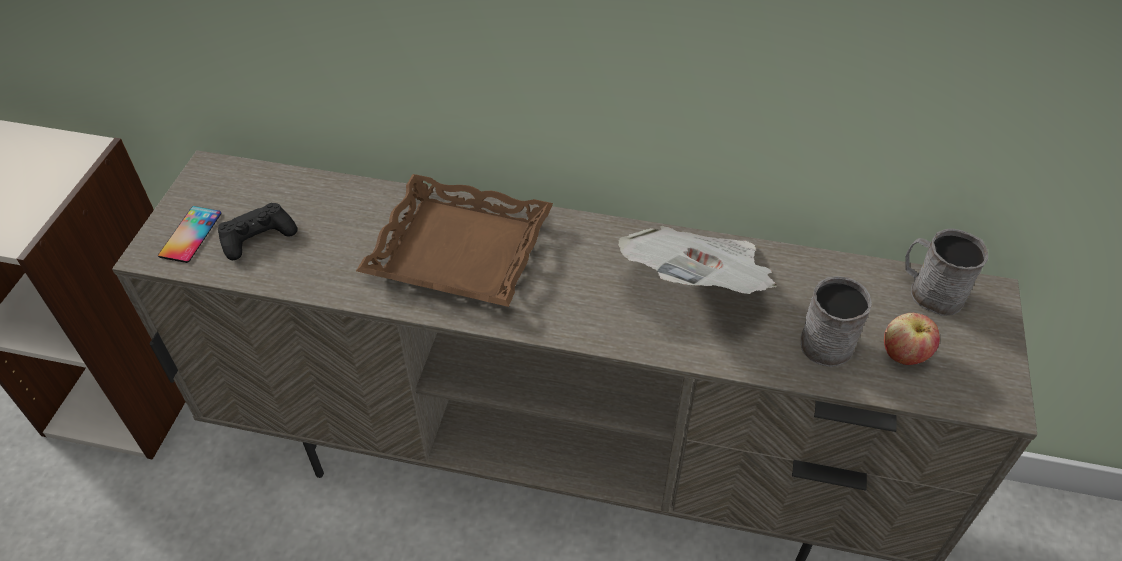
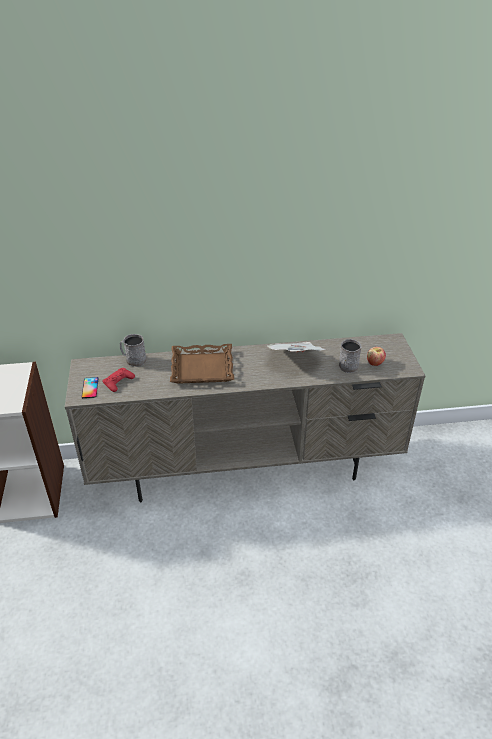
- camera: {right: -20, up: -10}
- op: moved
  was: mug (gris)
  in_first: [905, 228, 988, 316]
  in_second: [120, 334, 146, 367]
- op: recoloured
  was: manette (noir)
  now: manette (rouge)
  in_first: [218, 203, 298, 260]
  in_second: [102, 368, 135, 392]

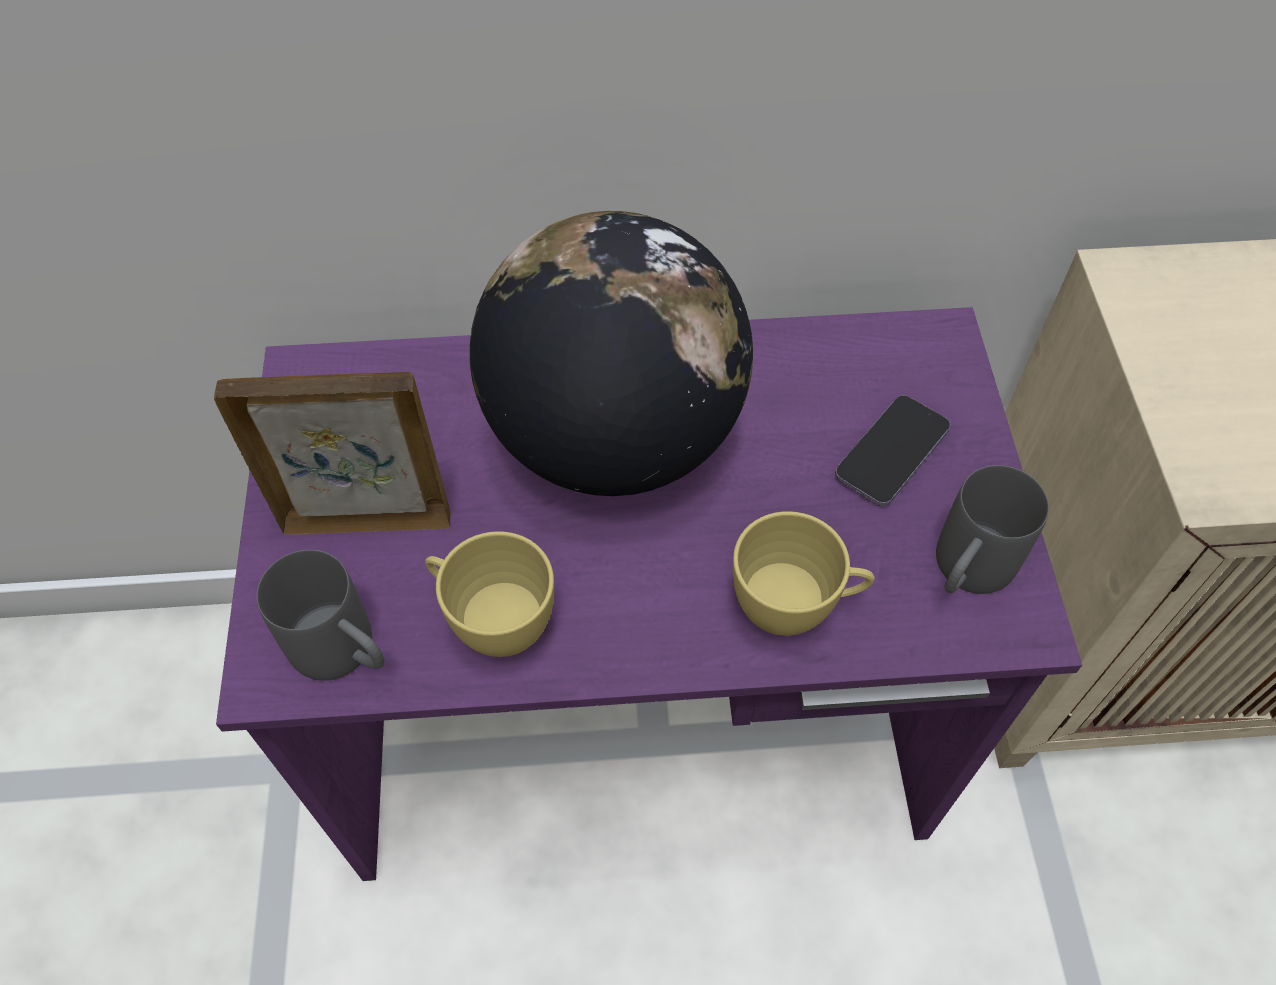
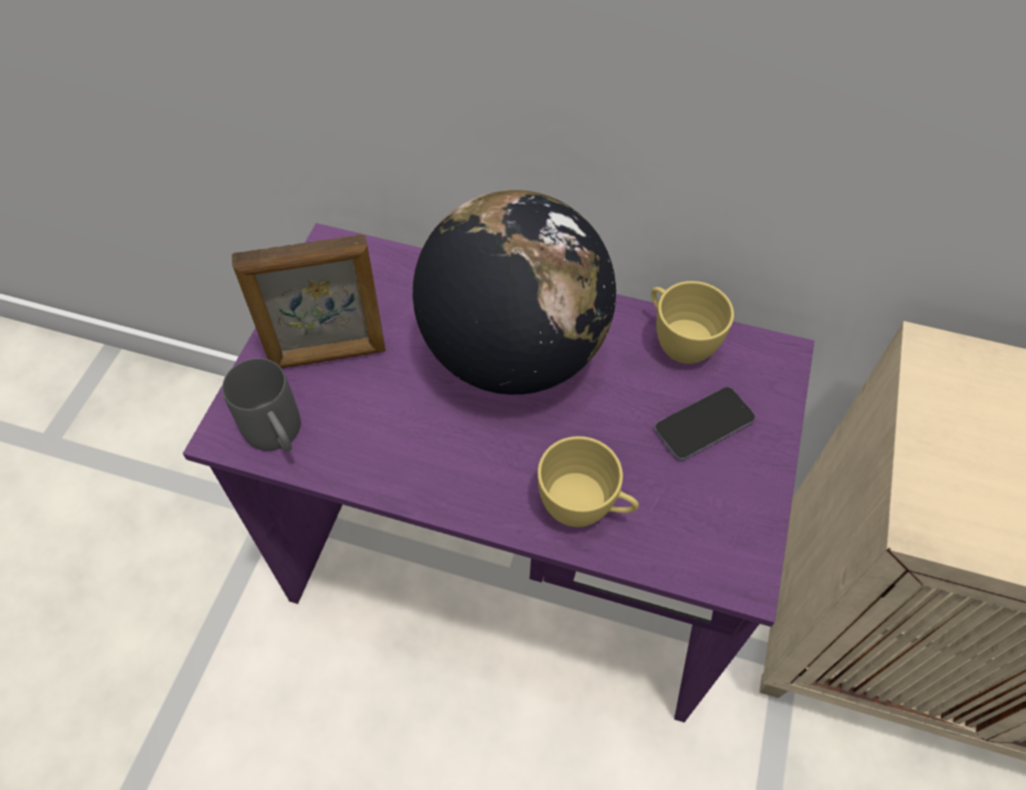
- camera: {right: 20, up: 0}
- op: removed
  was: mug (gris)
  in_first: [936, 465, 1049, 594]
- op: moved
  was: tasse (jaune)
  in_first: [425, 531, 554, 657]
  in_second: [651, 281, 734, 364]
- op: turned
  was: cadre photo
  in_first: [214, 372, 450, 535]
  in_second: [232, 234, 386, 368]
  clockwise: 150

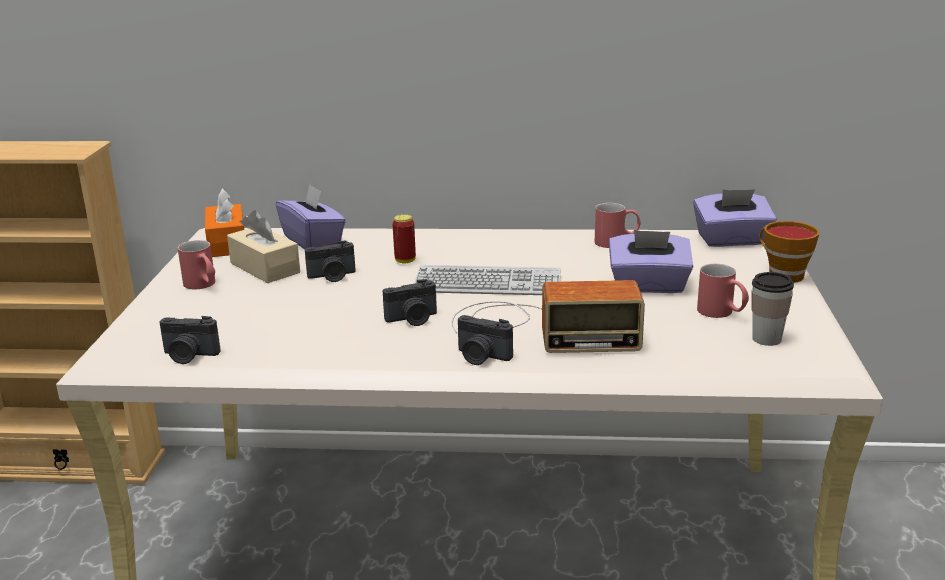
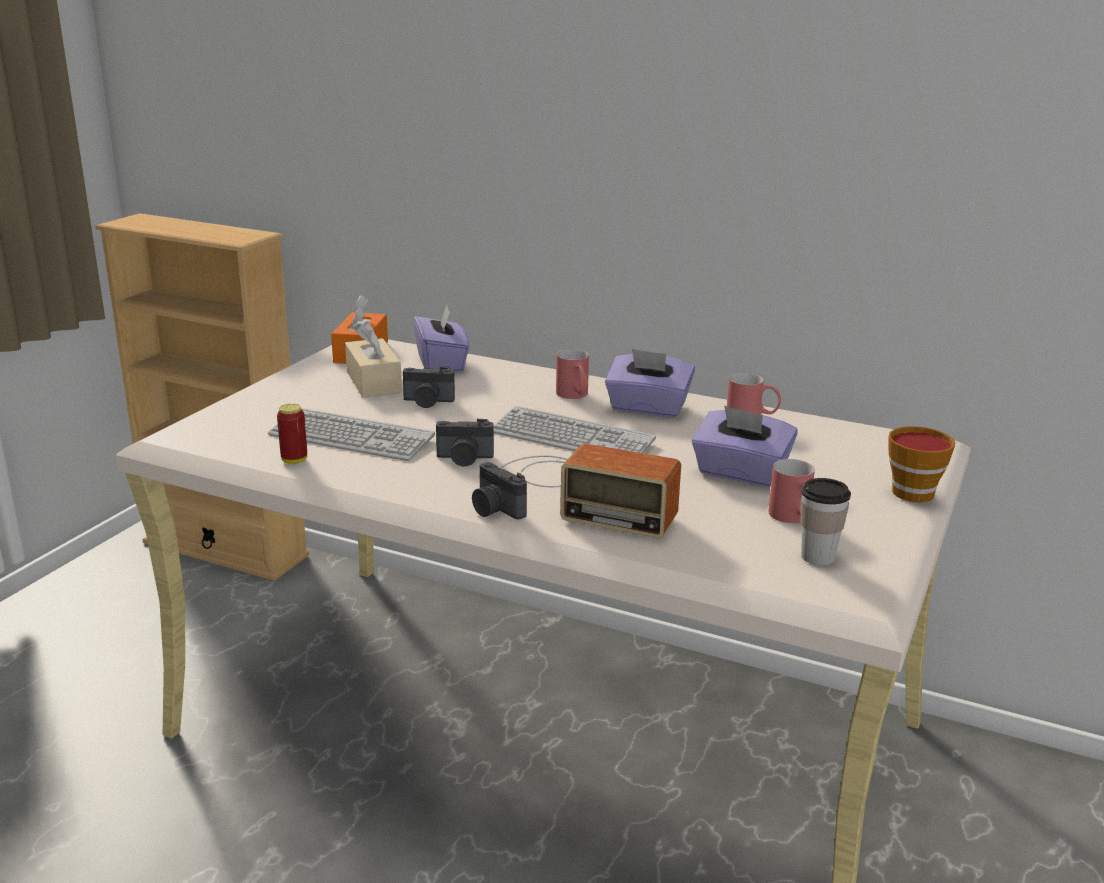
- camera: {right: 20, up: 0}
- op: removed
  was: appareil photo
  in_first: [160, 316, 221, 364]
- op: added
  now: clavier
  in_second: [268, 408, 435, 461]
- op: moved
  was: mug (rouge)
  in_first: [178, 240, 215, 289]
  in_second: [556, 349, 589, 399]
- op: moved
  was: boîte métallique
  in_first: [393, 214, 416, 264]
  in_second: [277, 404, 307, 464]
- op: moved
  was: boîte à mouchoirs (violet)
  in_first: [693, 189, 776, 247]
  in_second: [605, 349, 695, 418]

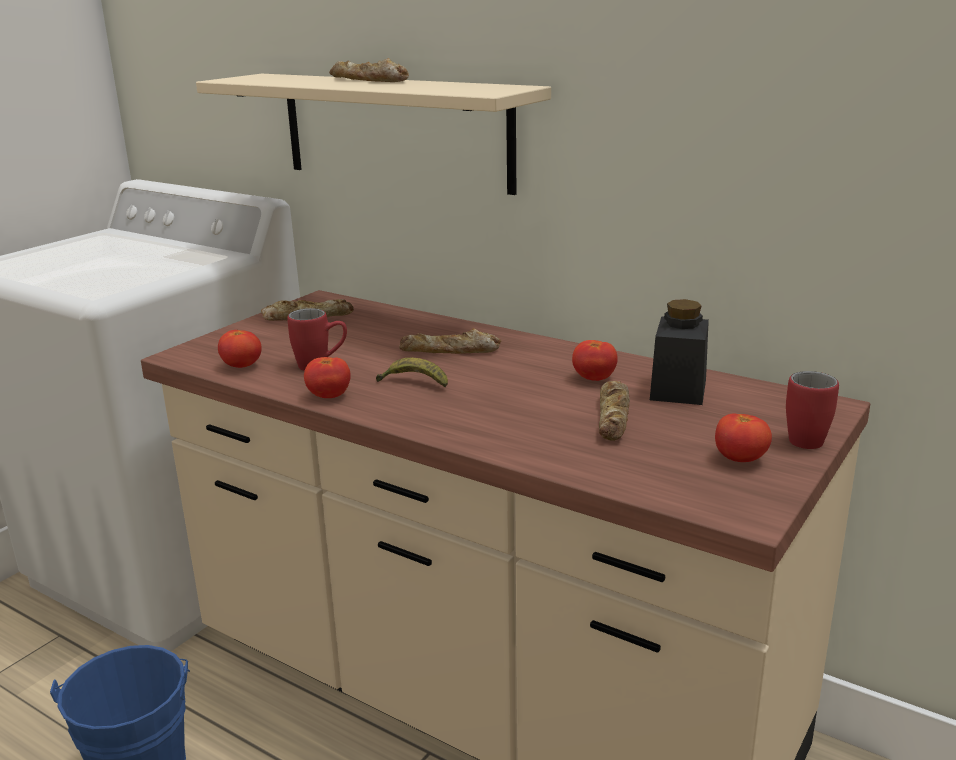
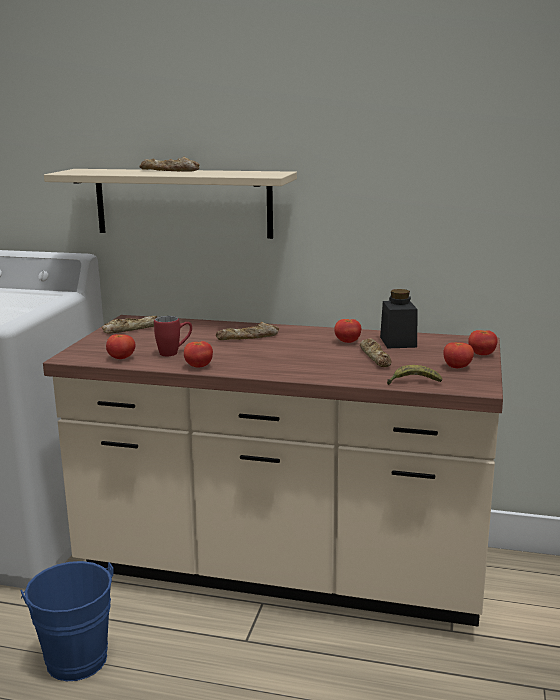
- camera: {right: -20, up: -5}
- op: moved
  was: banane
  in_first: [376, 358, 448, 387]
  in_second: [387, 365, 442, 385]
- op: replaced
  was: mug (rouge)
  now: tomate
  in_first: [786, 371, 839, 449]
  in_second: [468, 330, 498, 355]

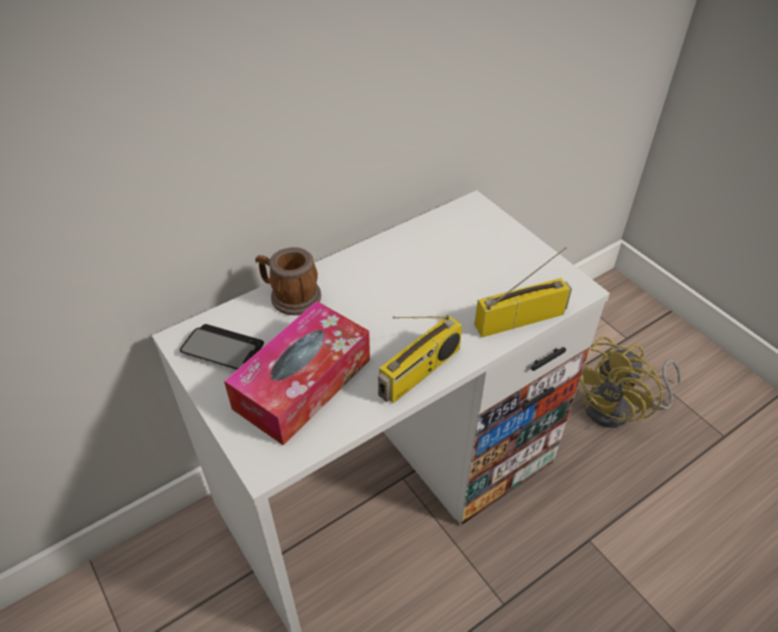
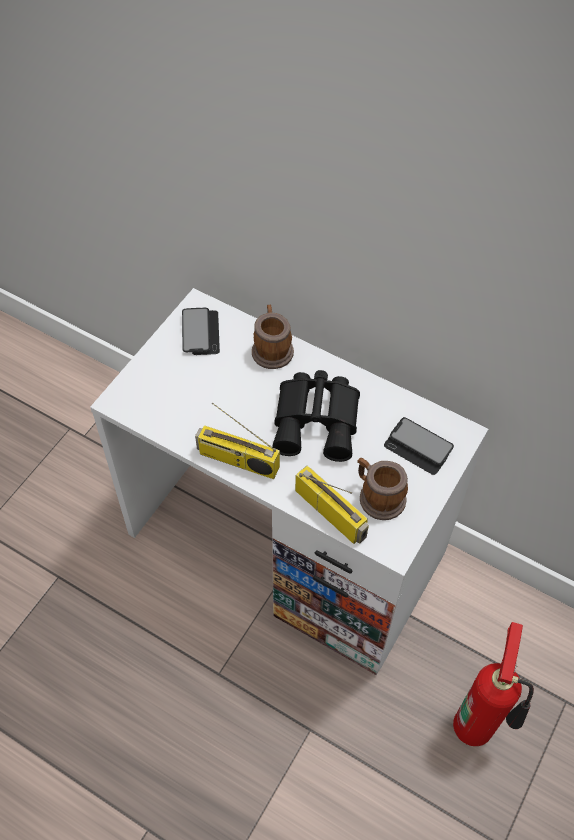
- camera: {right: 65, up: 10}
- op: removed
  was: boîte à mouchoirs
  in_first: [224, 301, 370, 446]
- op: added
  now: jumelles (noir)
  in_second: [272, 370, 360, 462]
- op: added
  now: mug
  in_second: [357, 458, 408, 520]
- op: added
  now: téléphone
  in_second: [384, 417, 454, 475]
- op: replaced
  was: ventilateur (jaune)
  now: extincteur
  in_first: [577, 337, 681, 427]
  in_second: [453, 622, 534, 746]

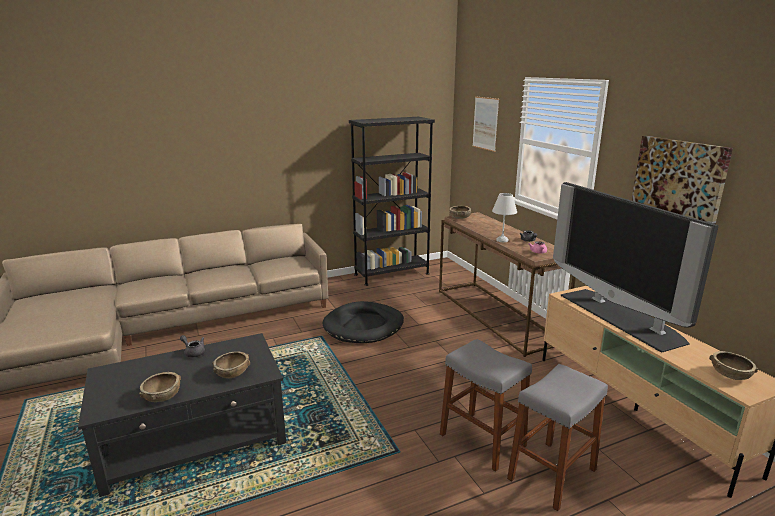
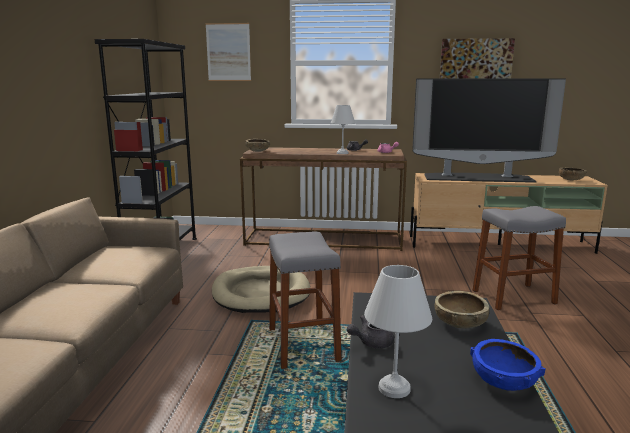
- camera: {right: -60, up: -5}
- op: added
  now: lampe de table (blanc)
  in_second: [364, 265, 432, 398]
- op: moved
  was: tabouret (gris)
  in_first: [507, 364, 608, 511]
  in_second: [269, 232, 341, 369]
- op: recoloured
  was: bol (marron)
  now: bol (bleu)
  in_first: [139, 371, 181, 402]
  in_second: [470, 339, 546, 391]
- op: recoloured
  was: panier pour chien (noir)
  now: panier pour chien (beige)
  in_first: [322, 301, 404, 343]
  in_second: [212, 266, 310, 313]

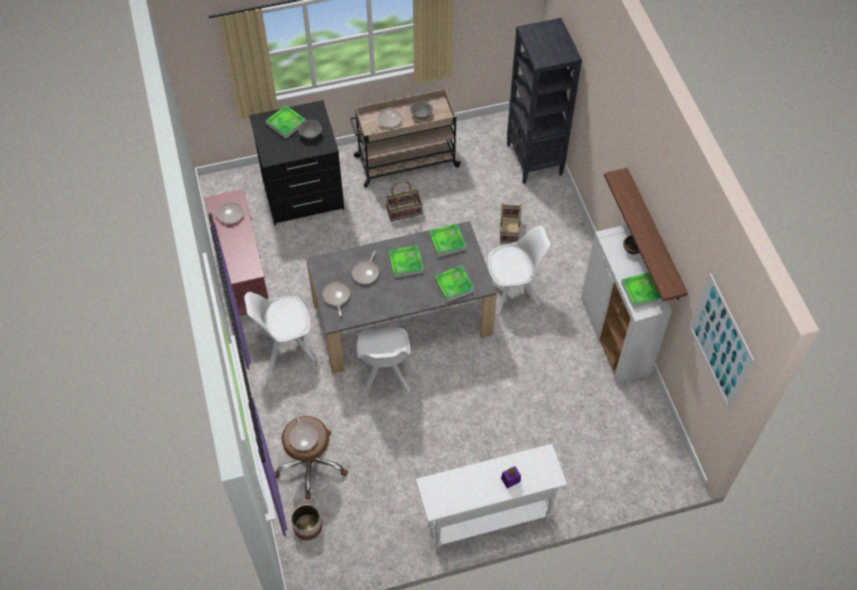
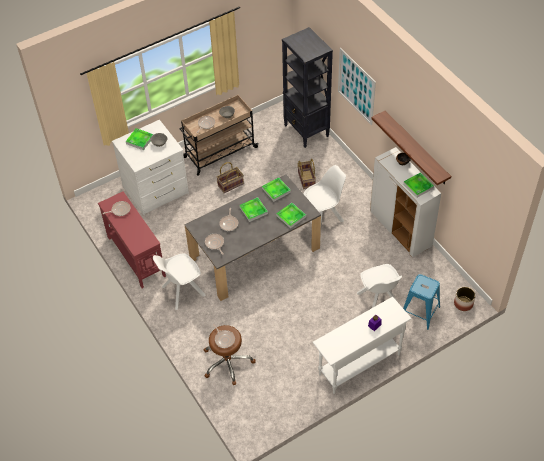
- camera: {right: -15, up: -5}
- op: added
  now: tabouret (bleu)
  in_second: [403, 274, 440, 330]
- op: moved
  was: cache-pot
  in_first: [291, 504, 322, 540]
  in_second: [454, 287, 475, 311]
- op: moved
  was: chaise (blanc)
  in_first: [357, 328, 411, 396]
  in_second: [357, 264, 402, 308]
- op: moved
  was: tableau
  in_first: [689, 273, 754, 410]
  in_second: [338, 48, 376, 126]
- op: recoloured
  was: commode (noir)
  now: commode (blanc)
  in_first: [249, 100, 344, 225]
  in_second: [112, 120, 189, 216]

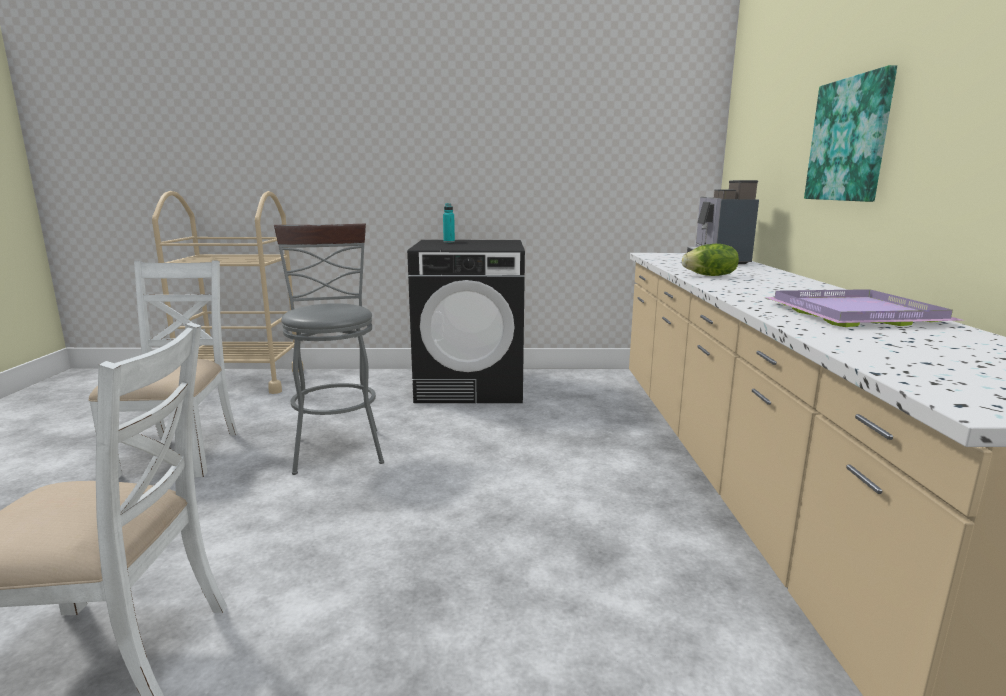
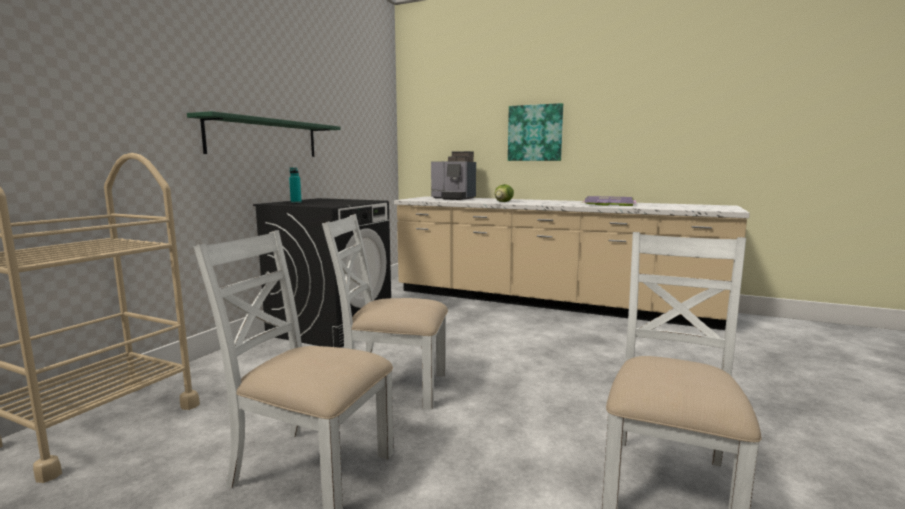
- camera: {right: -65, up: -5}
- op: added
  now: étagère (vert)
  in_second: [187, 111, 341, 157]
- op: replaced
  was: tabouret (gris)
  now: chaise (blanc)
  in_first: [274, 224, 384, 475]
  in_second: [322, 214, 448, 410]

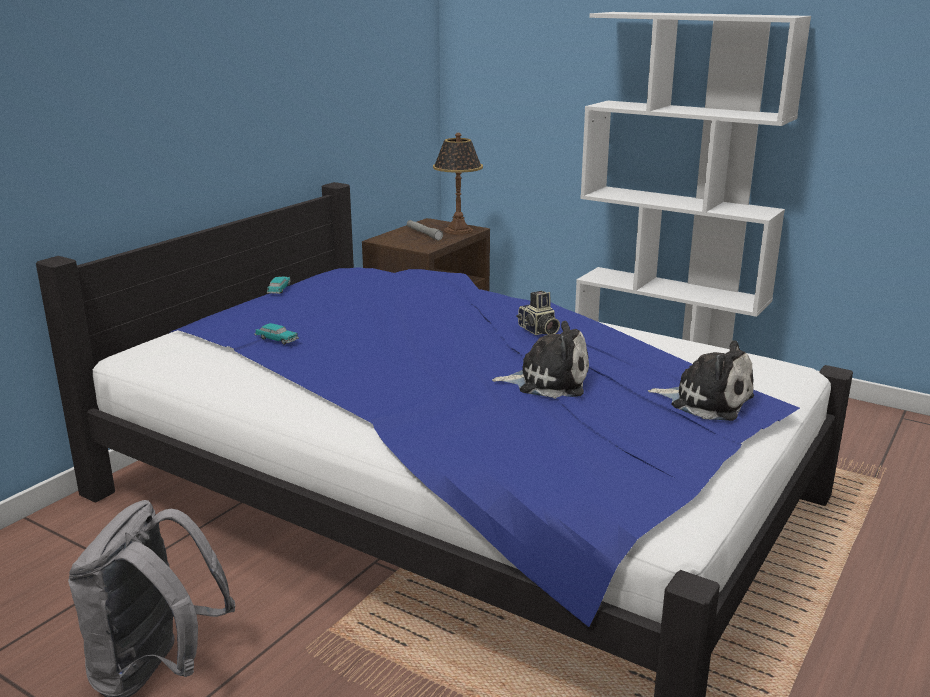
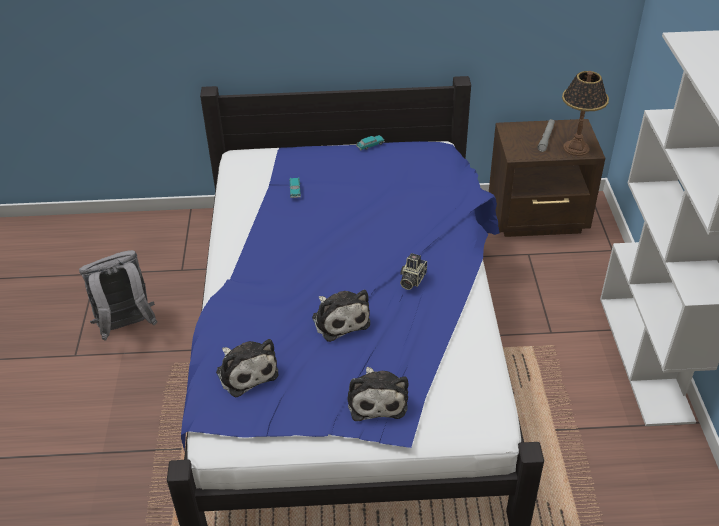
- camera: {right: 55, up: 20}
- op: added
  now: peluche
  in_second: [216, 339, 278, 397]

